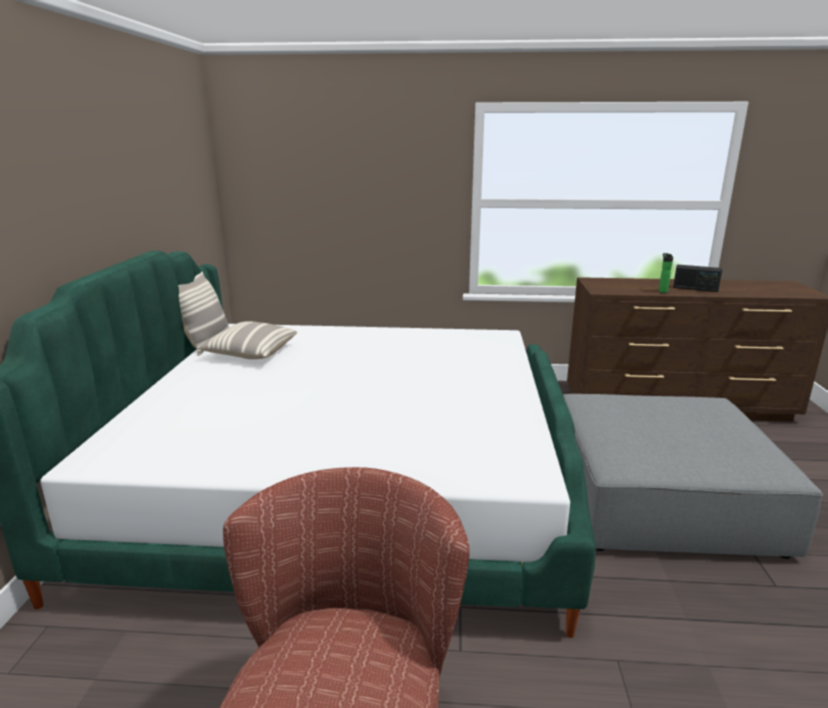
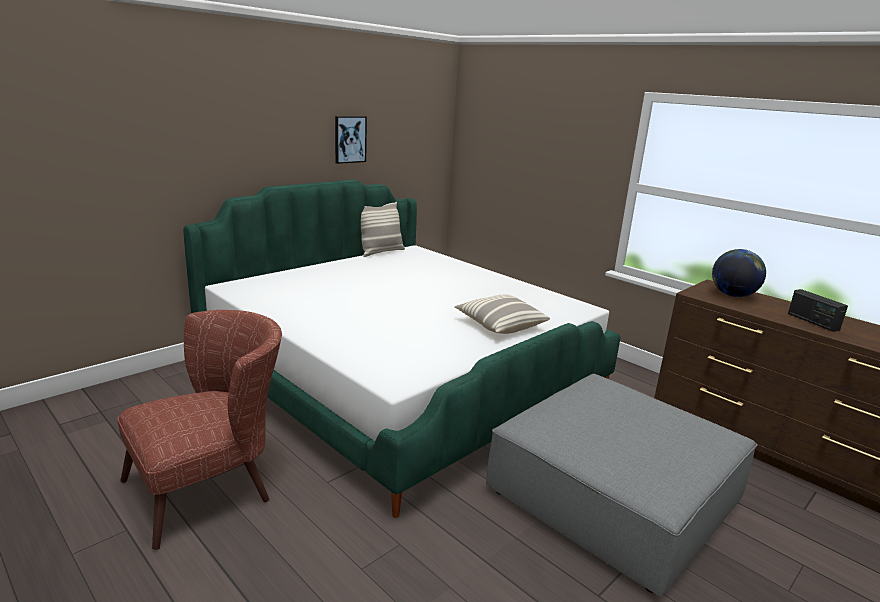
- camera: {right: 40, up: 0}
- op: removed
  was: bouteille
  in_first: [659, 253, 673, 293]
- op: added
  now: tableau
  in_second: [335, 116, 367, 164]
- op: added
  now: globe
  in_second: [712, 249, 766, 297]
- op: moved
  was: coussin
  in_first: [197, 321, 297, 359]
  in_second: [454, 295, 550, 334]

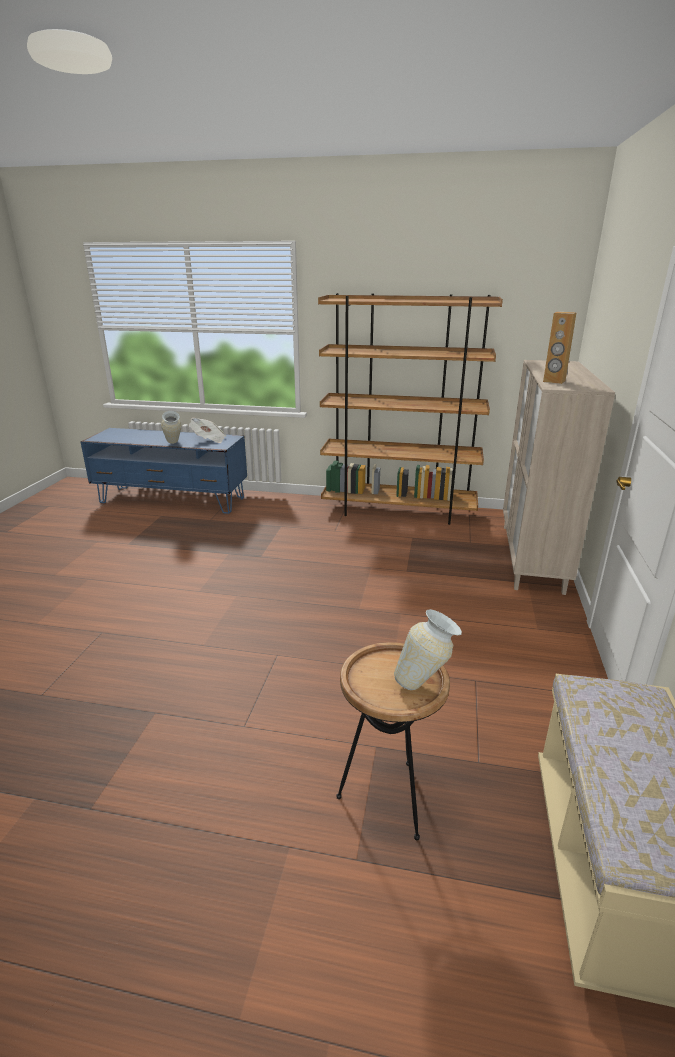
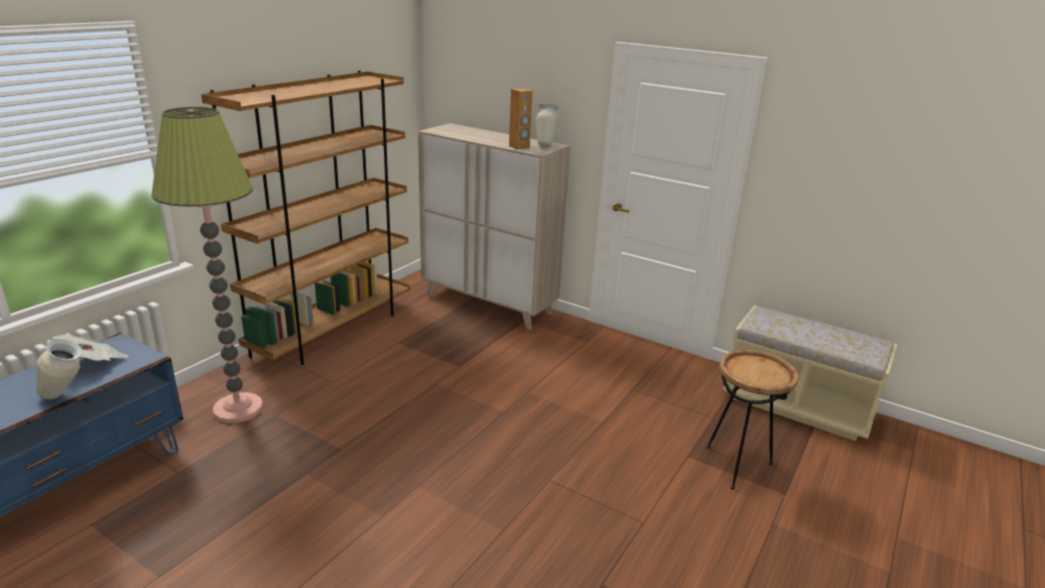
- camera: {right: -70, up: 0}
- op: added
  now: lampadaire
  in_second: [151, 107, 263, 423]
- op: moved
  was: vase
  in_first: [394, 609, 462, 690]
  in_second: [536, 103, 559, 147]

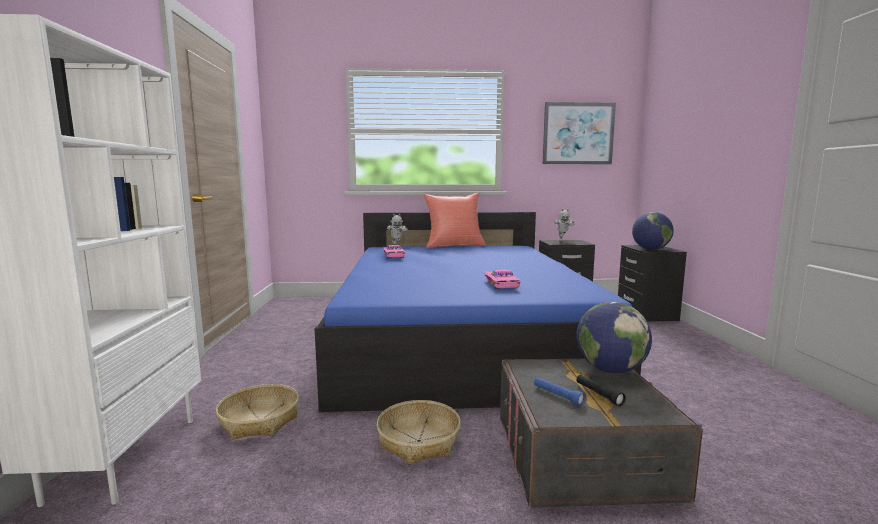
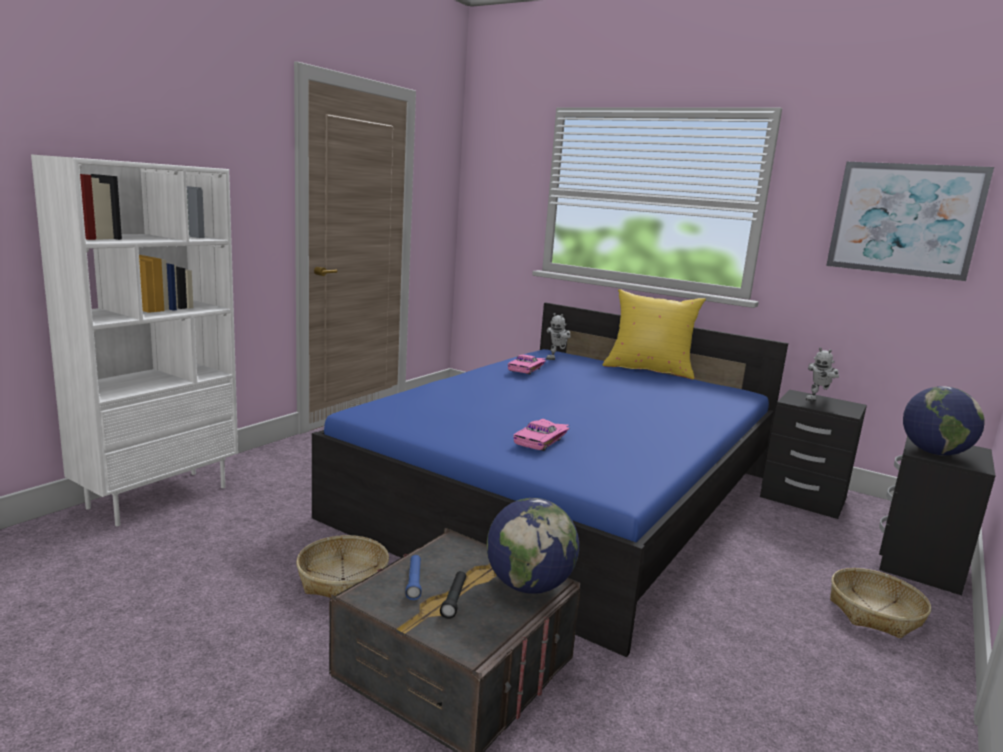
- camera: {right: 35, up: 5}
- op: moved
  was: panier
  in_first: [216, 384, 299, 439]
  in_second: [830, 568, 931, 639]
- op: recoloured
  was: coussin (rouge)
  now: coussin (jaune)
  in_first: [423, 193, 486, 248]
  in_second: [603, 289, 706, 380]

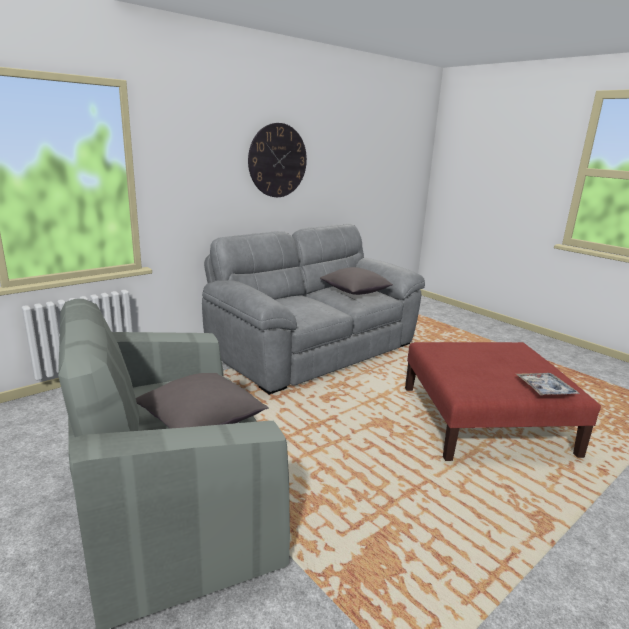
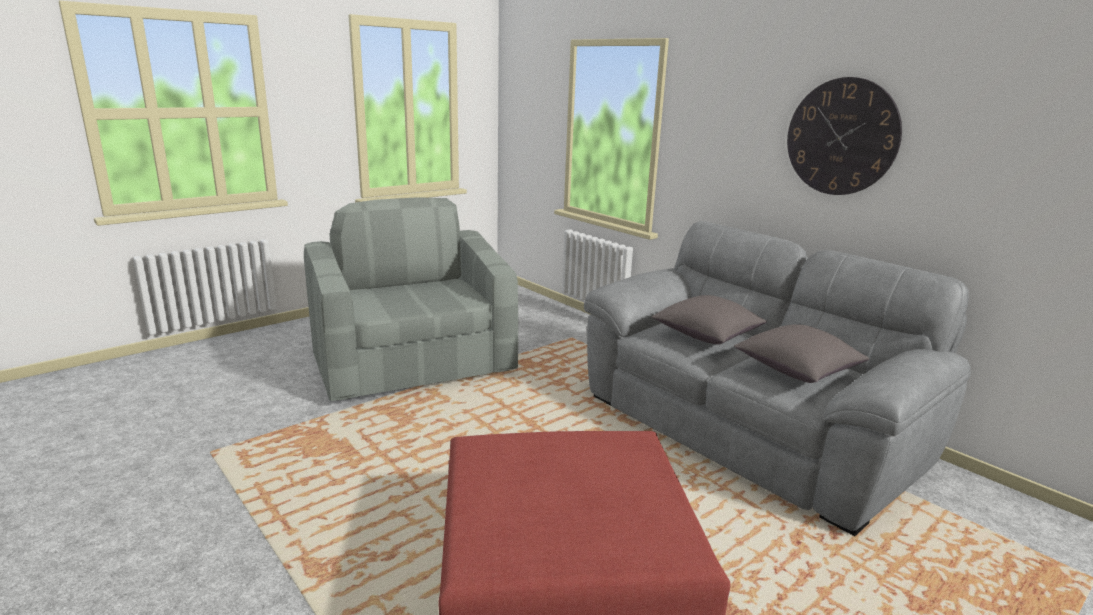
- camera: {right: 90, up: 0}
- op: removed
  was: plateau
  in_first: [516, 373, 580, 395]
- op: moved
  was: coussin (gris)
  in_first: [136, 373, 269, 429]
  in_second: [652, 295, 767, 345]

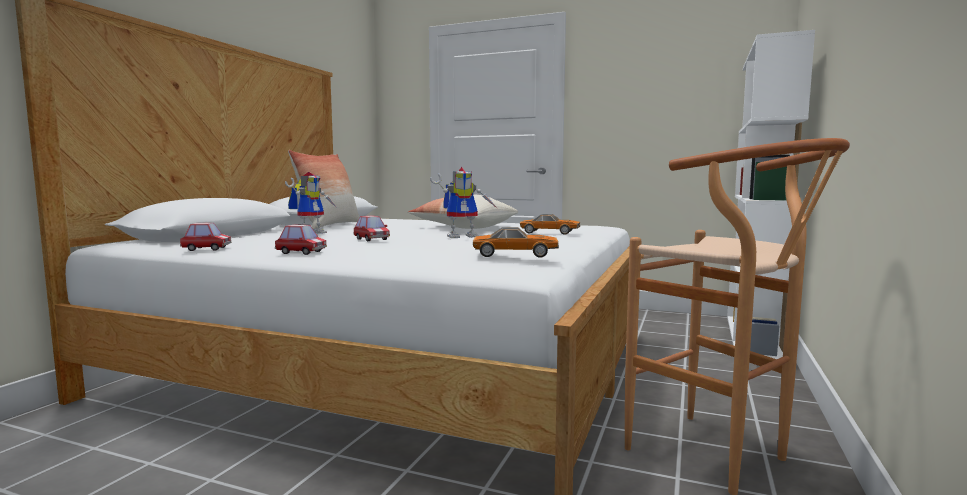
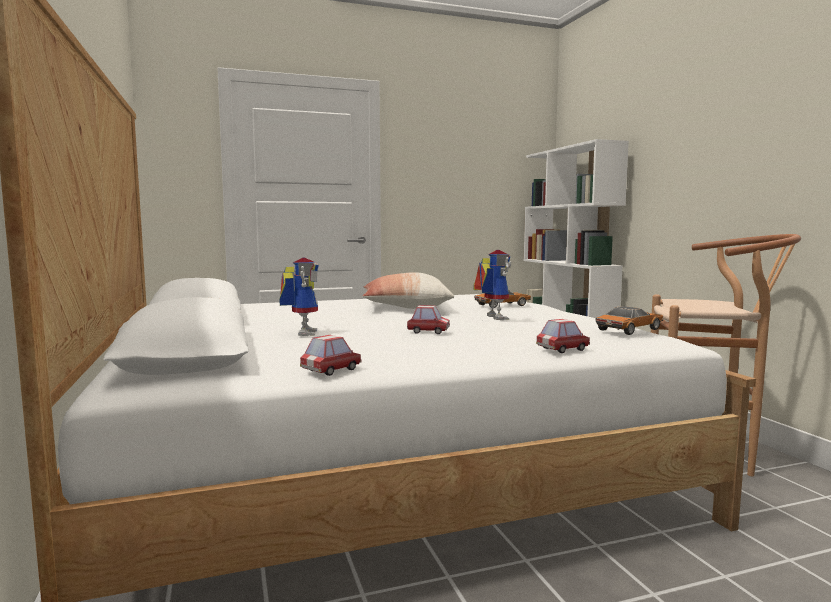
- camera: {right: -40, up: 0}
- op: removed
  was: coussin
  in_first: [288, 150, 359, 230]
- op: moved
  was: petite voiture
  in_first: [275, 224, 327, 255]
  in_second: [536, 319, 590, 353]
- op: turned
  was: robot jouet
  in_first: [430, 167, 498, 238]
  in_second: [473, 250, 511, 320]
  clockwise: -45

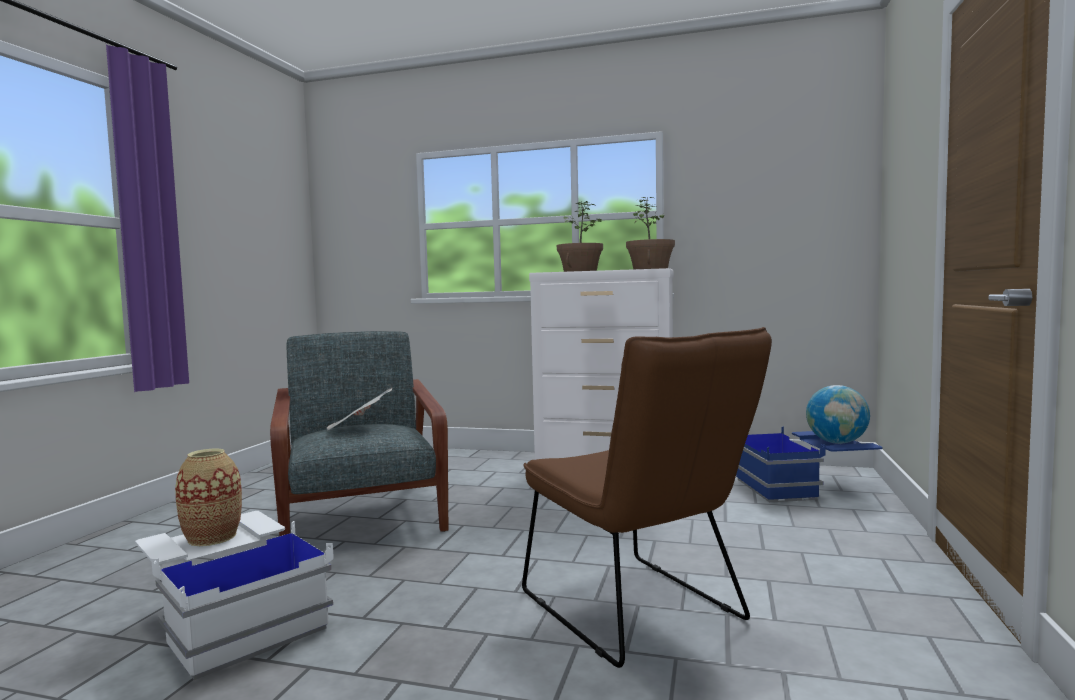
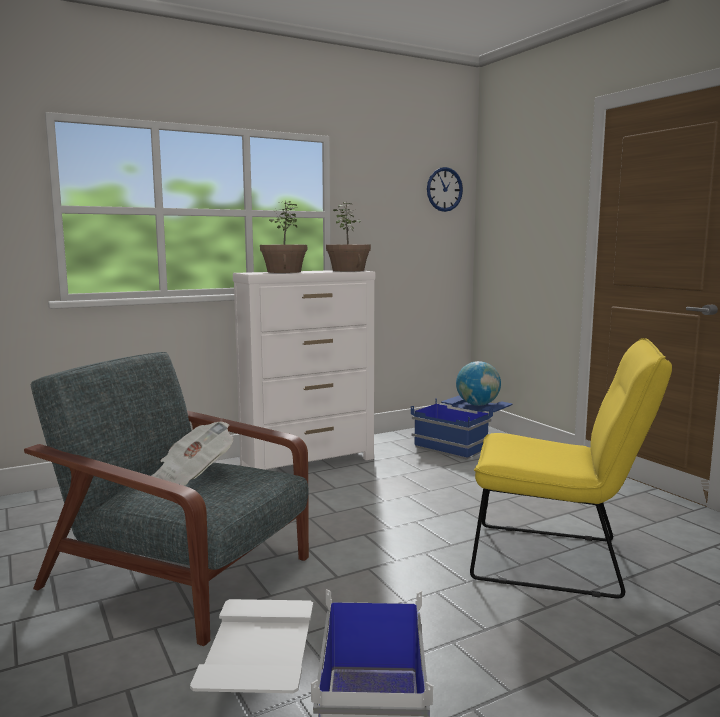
- camera: {right: -45, up: 5}
- op: removed
  was: vase
  in_first: [175, 449, 242, 546]
- op: added
  now: horloge murale
  in_second: [427, 167, 463, 212]
- op: recoloured
  was: chaise (marron)
  now: chaise (jaune)
  in_first: [522, 327, 772, 668]
  in_second: [470, 338, 672, 598]

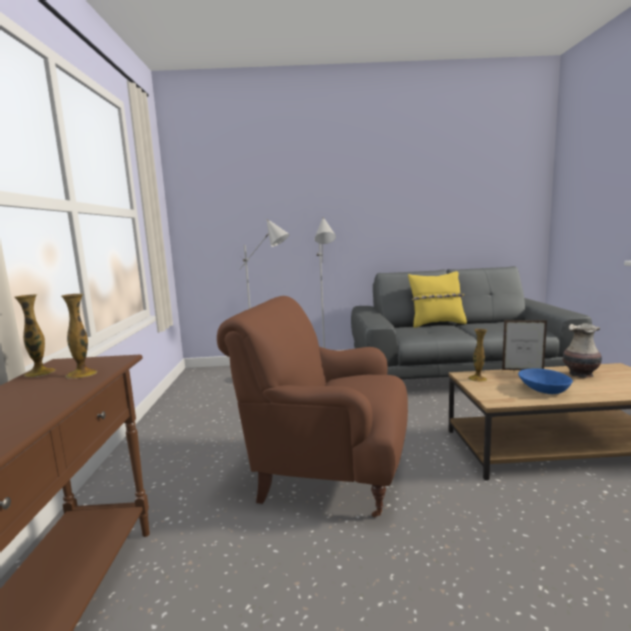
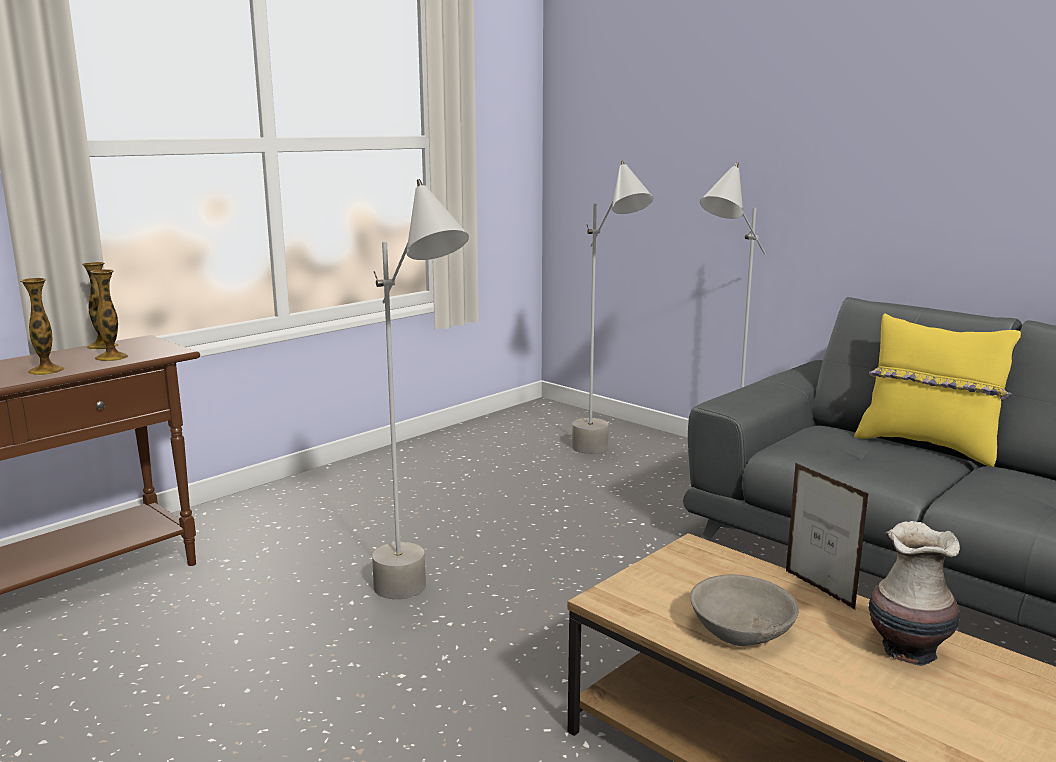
- camera: {right: 45, up: 5}
- op: moved
  was: vase
  in_first: [468, 329, 487, 382]
  in_second: [20, 278, 64, 375]
- op: replaced
  was: fauteuil (marron)
  now: lampadaire (gris)
  in_first: [217, 296, 408, 517]
  in_second: [372, 179, 469, 599]
- op: recoloured
  was: bol (bleu)
  now: bol (gris)
  in_first: [518, 368, 573, 394]
  in_second: [690, 574, 799, 646]

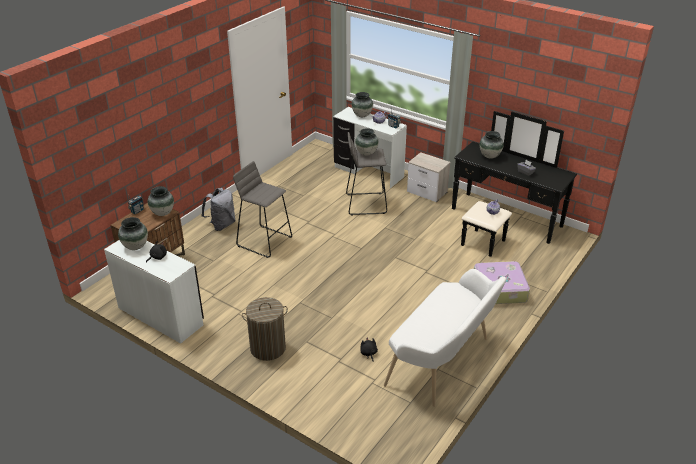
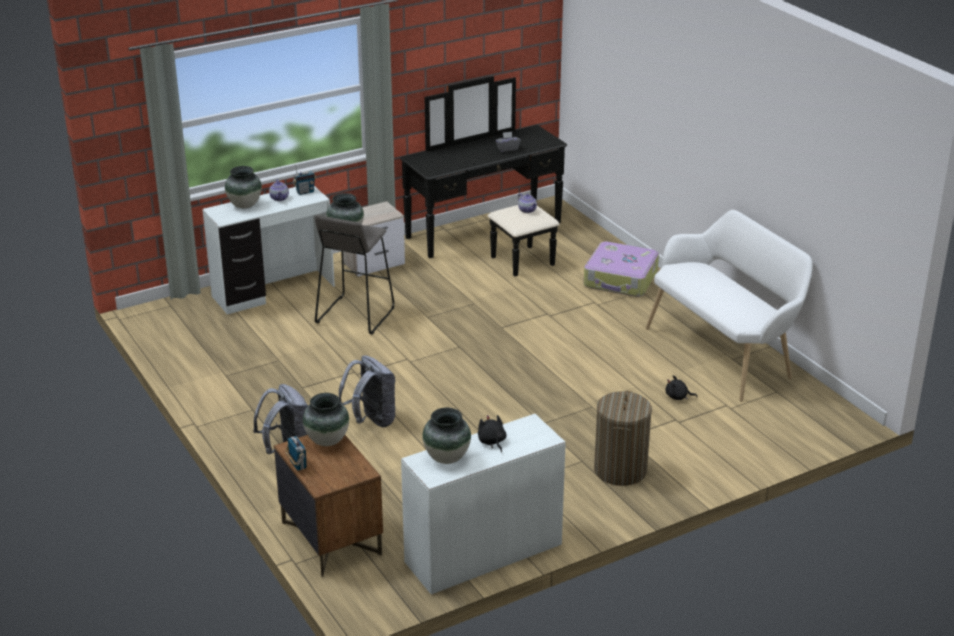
- camera: {right: -65, up: -5}
- op: removed
  was: vase
  in_first: [480, 131, 504, 159]
- op: replaced
  was: tabouret (gris)
  now: sac à dos (gris)
  in_first: [233, 161, 292, 258]
  in_second: [339, 355, 396, 427]

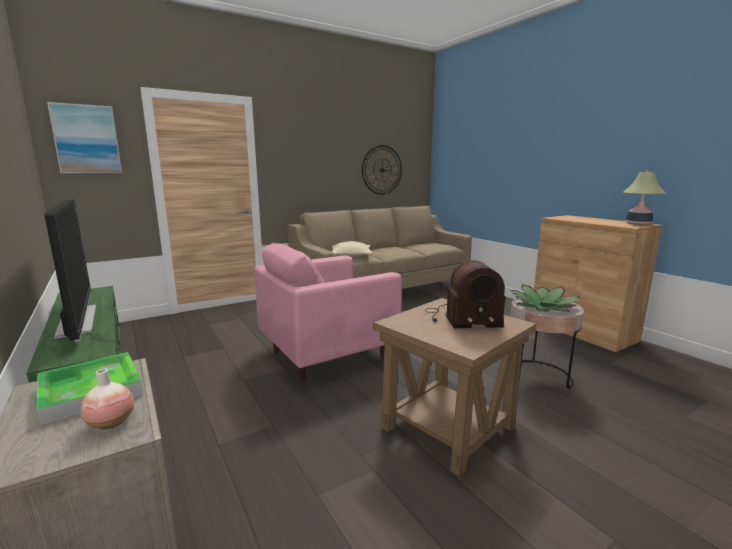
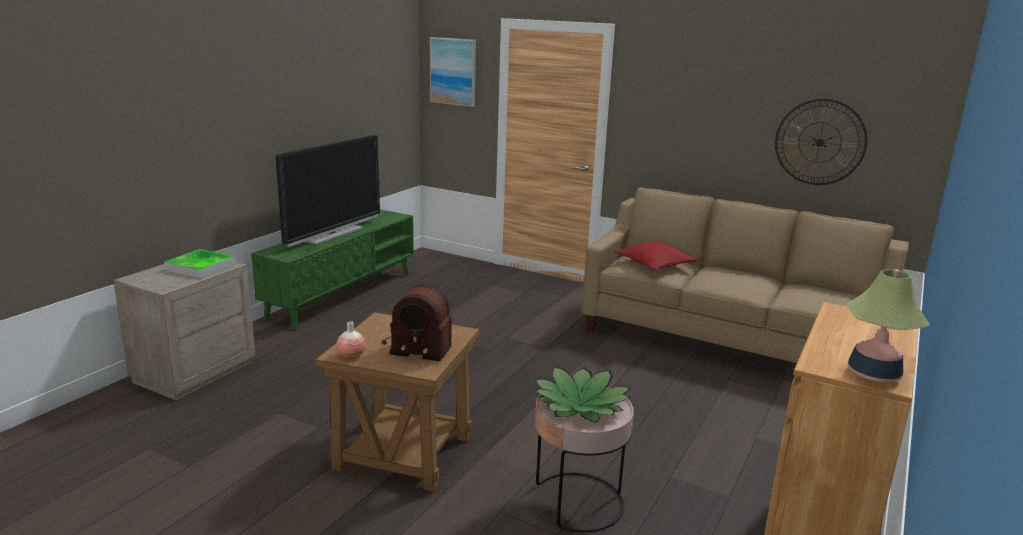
- camera: {right: 60, up: 5}
- op: removed
  was: fauteuil (rose)
  in_first: [254, 243, 402, 381]
- op: moved
  was: vase
  in_first: [81, 369, 134, 429]
  in_second: [336, 321, 366, 359]
- op: recoloured
  was: coussin (beige)
  now: coussin (rouge)
  in_first: [332, 241, 373, 257]
  in_second: [613, 242, 699, 270]
- op: turned
  was: radio
  in_first: [425, 260, 506, 328]
  in_second: [382, 284, 452, 361]
  clockwise: -45

